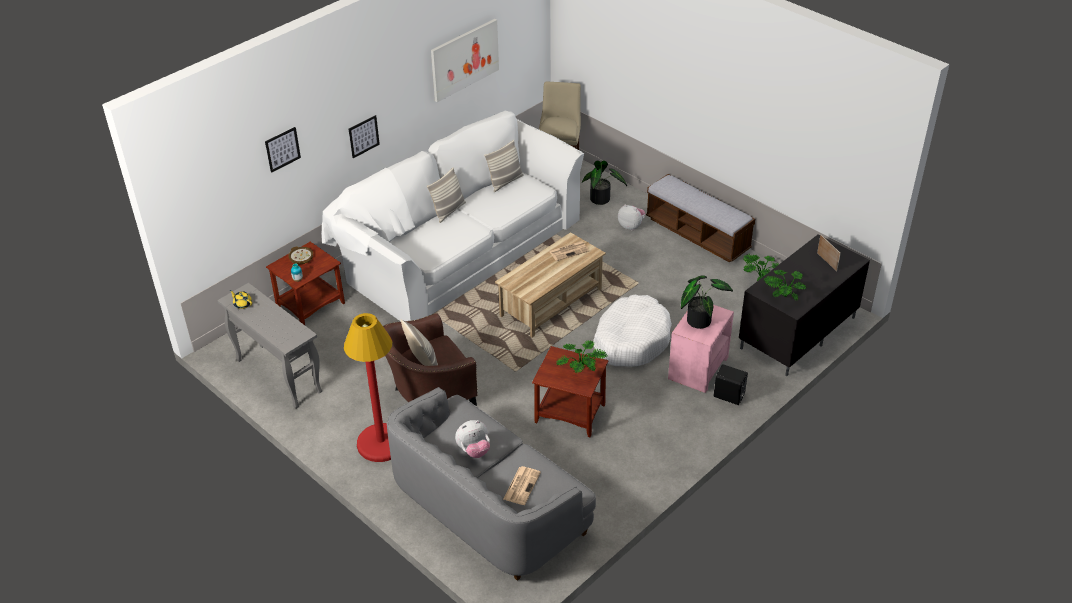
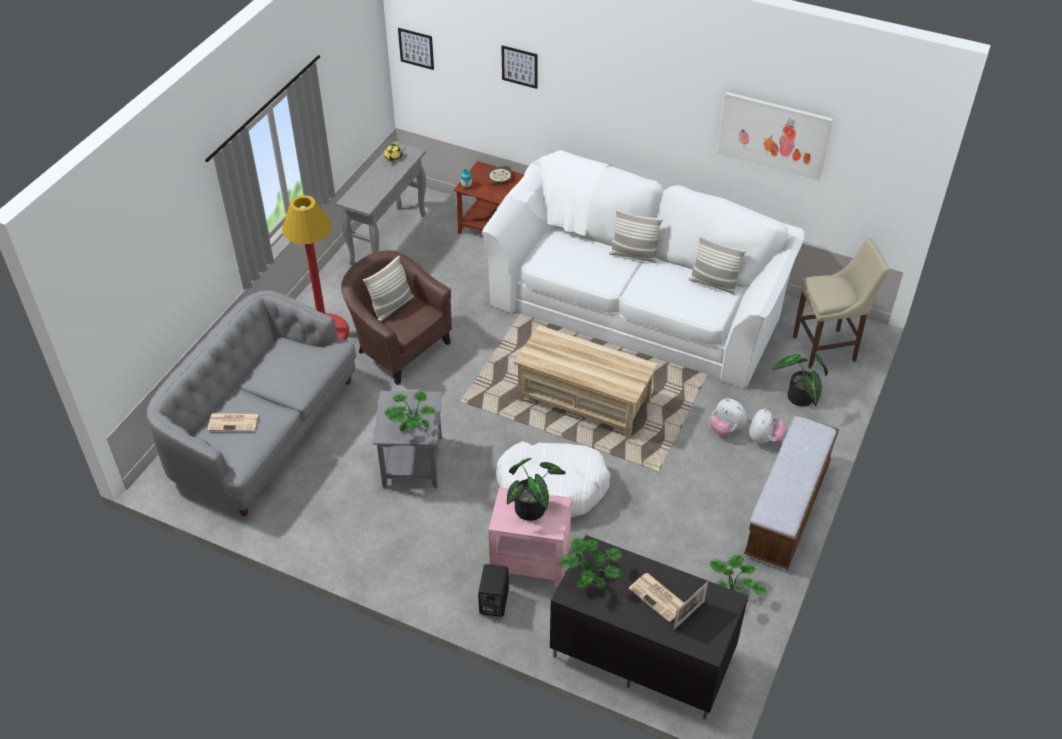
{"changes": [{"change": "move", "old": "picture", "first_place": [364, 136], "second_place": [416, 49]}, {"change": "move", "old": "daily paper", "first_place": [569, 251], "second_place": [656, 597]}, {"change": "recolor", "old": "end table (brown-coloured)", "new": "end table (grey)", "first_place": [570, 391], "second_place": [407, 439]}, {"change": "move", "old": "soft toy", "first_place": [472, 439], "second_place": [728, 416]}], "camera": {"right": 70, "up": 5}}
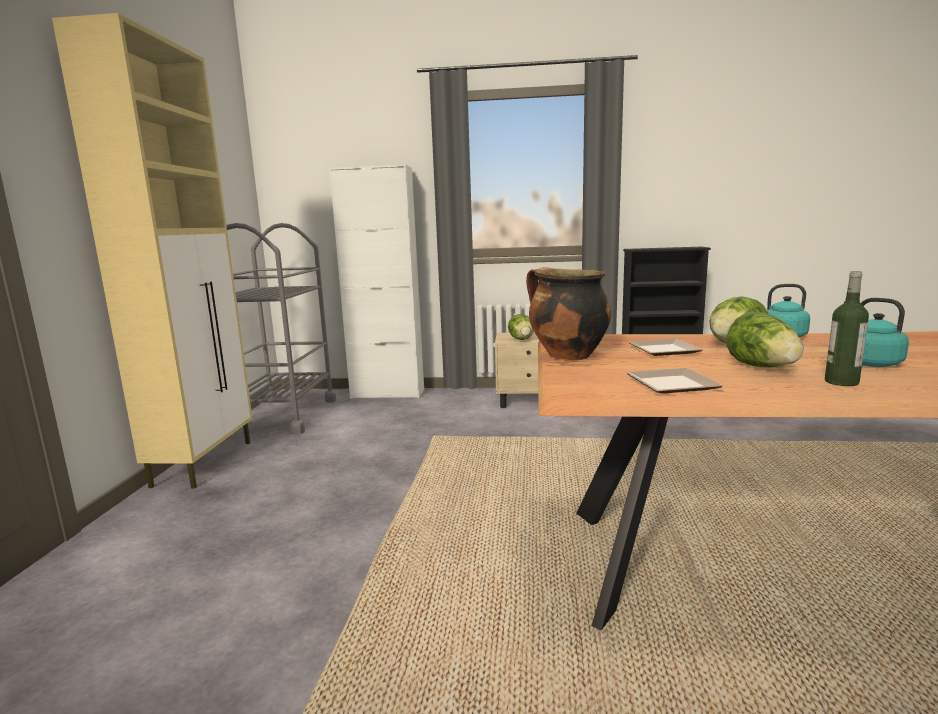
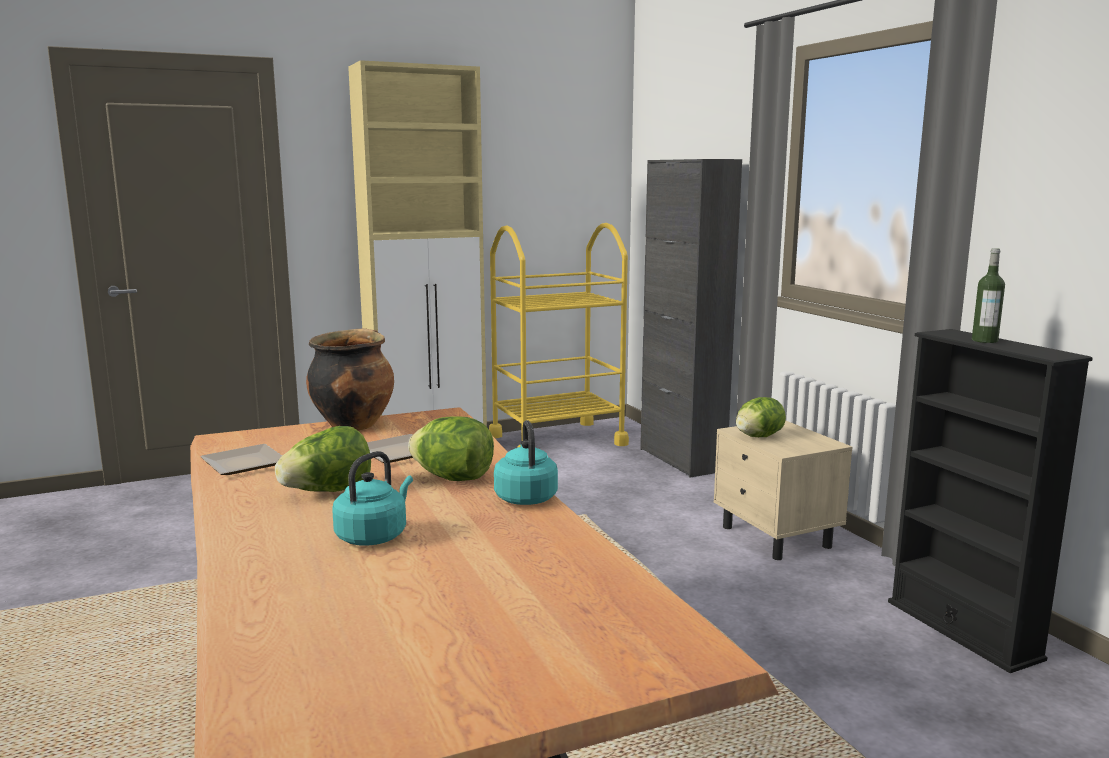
{"changes": [{"change": "recolor", "old": "cupboard (white)", "new": "cupboard (blackish)", "first_place": [376, 281], "second_place": [691, 318]}, {"change": "recolor", "old": "trolley (grey)", "new": "trolley (yellowish)", "first_place": [281, 329], "second_place": [559, 335]}, {"change": "move", "old": "bottle", "first_place": [847, 328], "second_place": [988, 295]}], "camera": {"right": 60, "up": 0}}
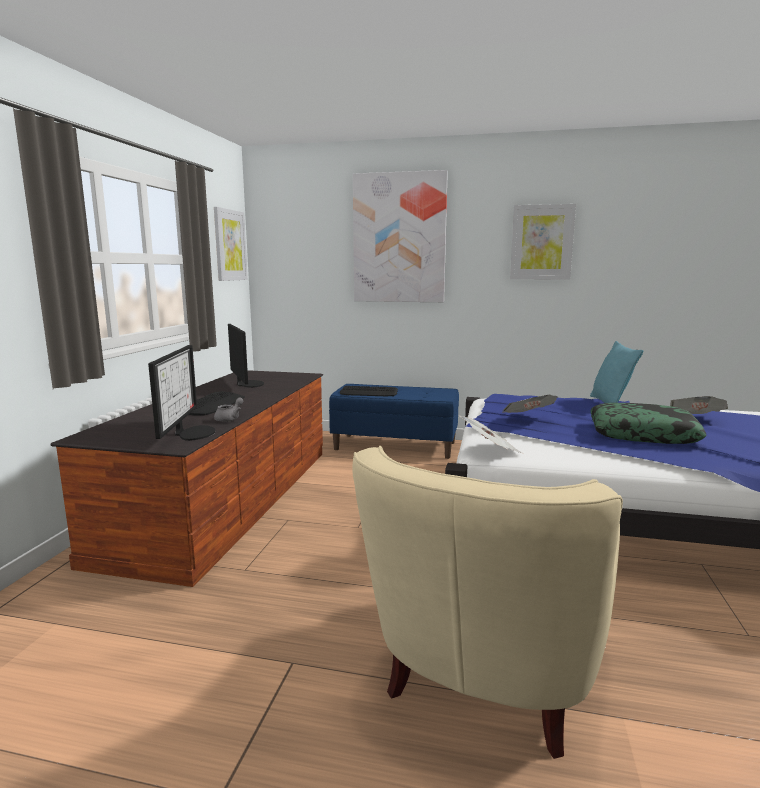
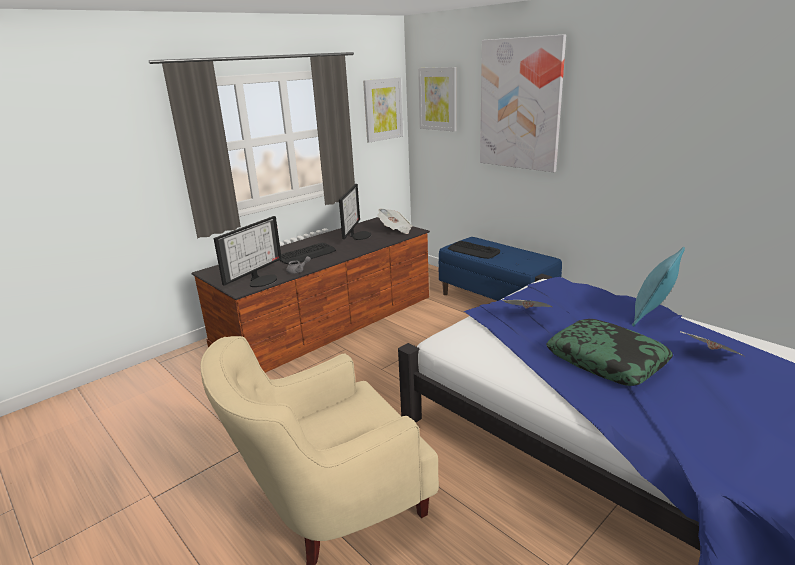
{"changes": [{"change": "move", "old": "picture", "first_place": [543, 242], "second_place": [437, 99]}, {"change": "move", "old": "daily paper", "first_place": [491, 434], "second_place": [394, 221]}], "camera": {"right": 35, "up": 10}}
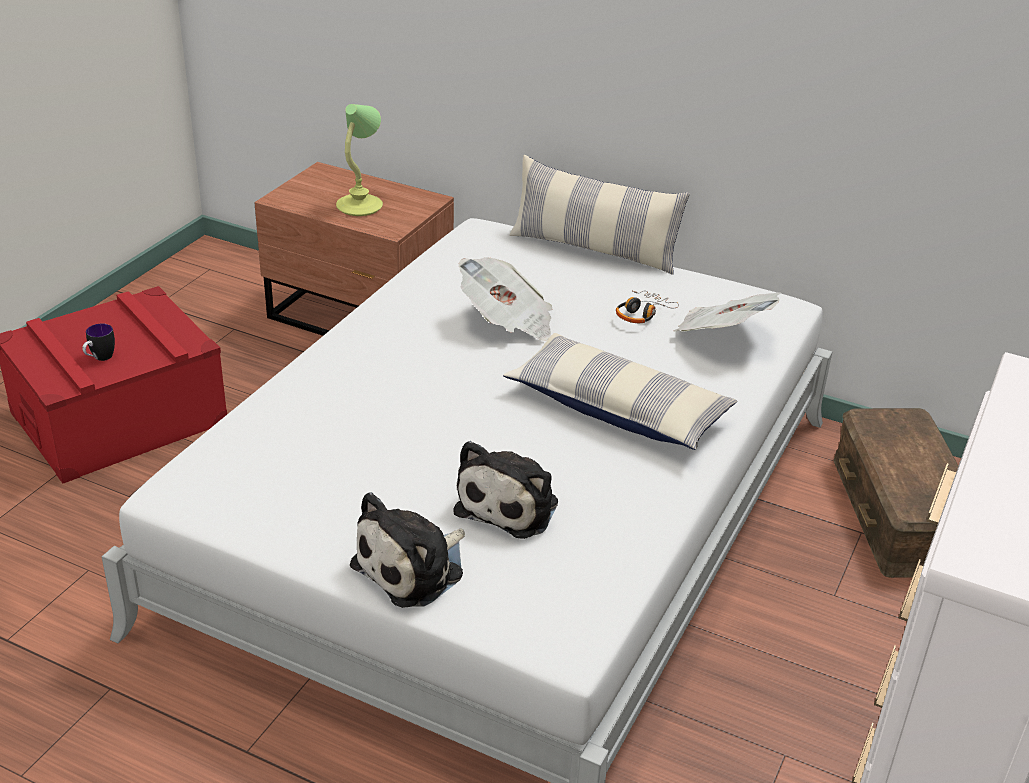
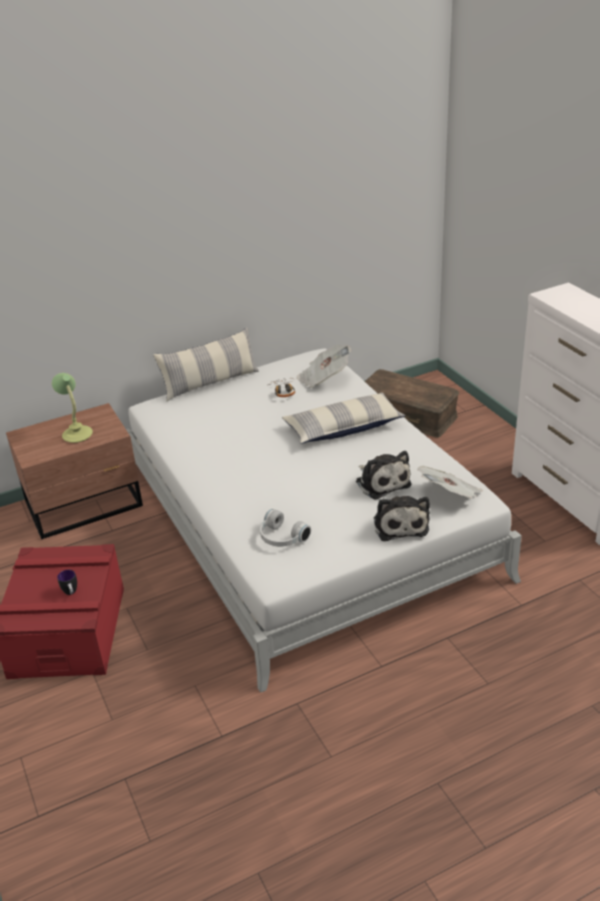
{"changes": [{"change": "move", "old": "daily paper", "first_place": [505, 299], "second_place": [450, 482]}, {"change": "insert", "new": "headphones (white)", "second_place": [285, 528]}], "camera": {"right": -50, "up": 0}}
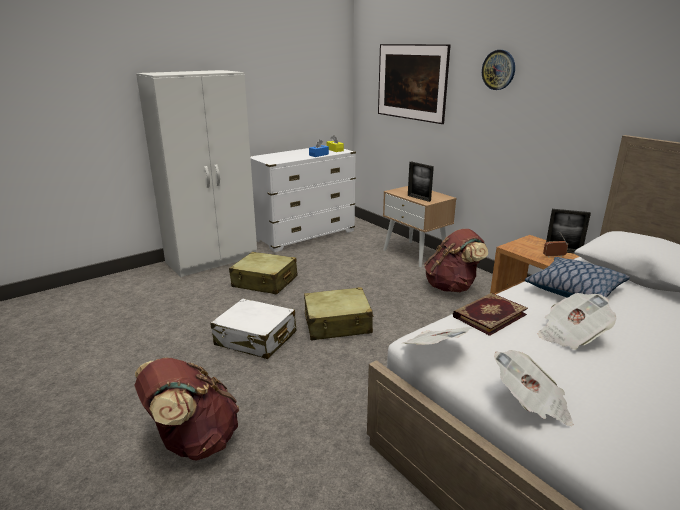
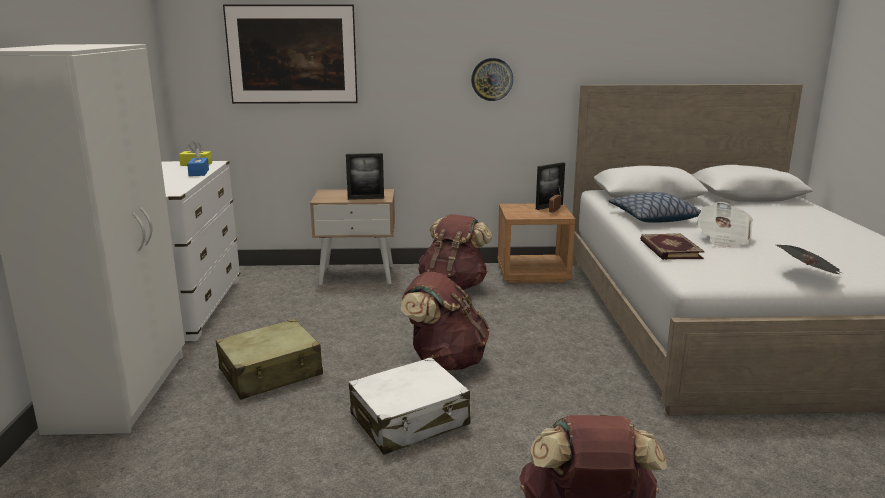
{"changes": [{"change": "move", "old": "clock on the wall", "first_place": [498, 70], "second_place": [492, 79]}, {"change": "replace", "old": "piece of luggage (sand-coloured)", "new": "rucksack (brown-coloured)", "first_place": [339, 313], "second_place": [445, 321]}, {"change": "delete", "old": "daily paper", "first_place": [438, 336]}], "camera": {"right": -55, "up": -5}}
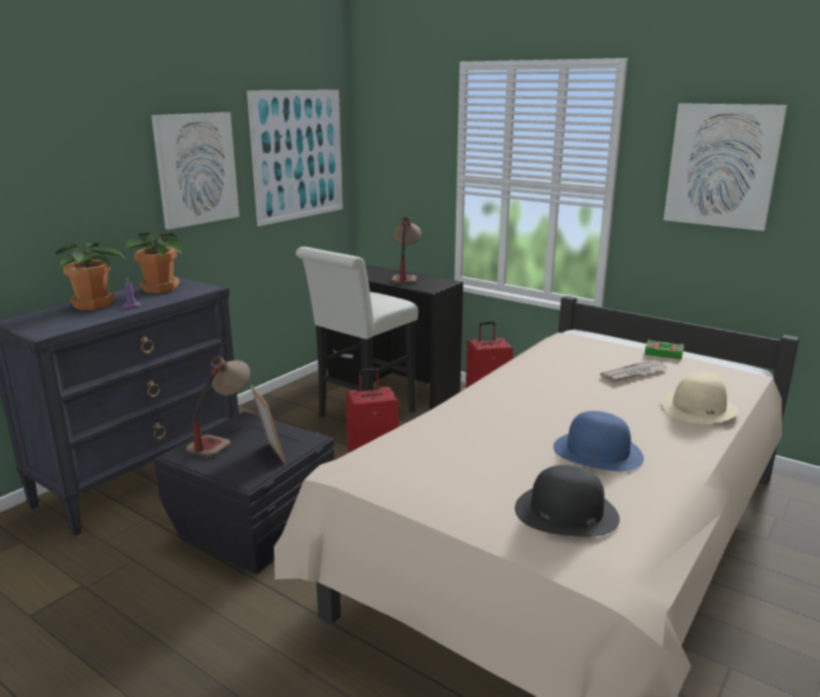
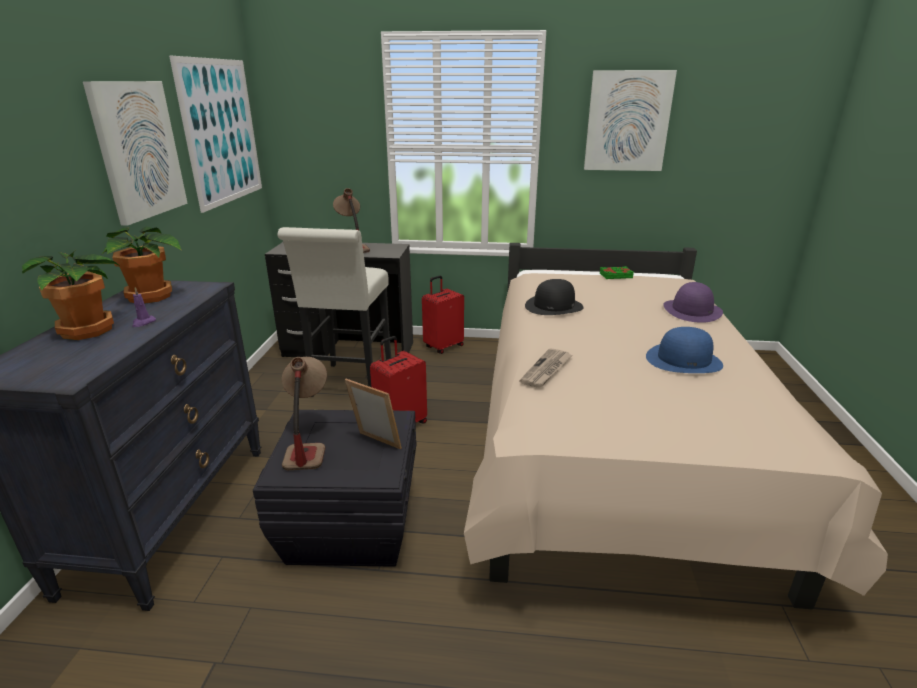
{"changes": [{"change": "move", "old": "daily paper", "first_place": [633, 371], "second_place": [546, 368]}, {"change": "recolor", "old": "wearable hat (sand-coloured)", "new": "wearable hat (purplish)", "first_place": [700, 398], "second_place": [693, 302]}, {"change": "move", "old": "wearable hat (blackish)", "first_place": [567, 501], "second_place": [554, 297]}], "camera": {"right": -30, "up": 5}}
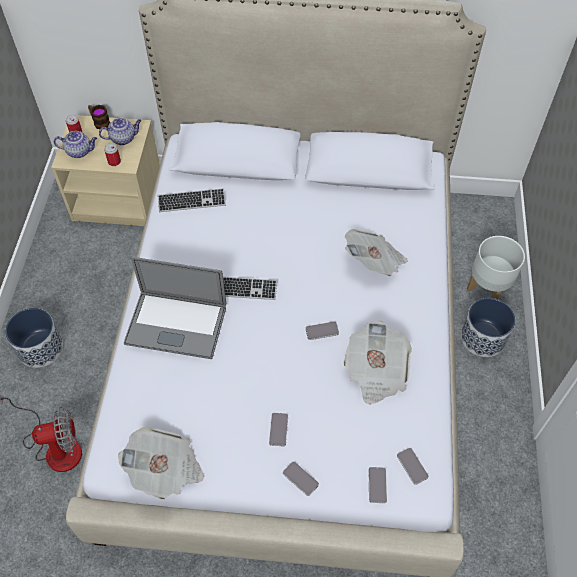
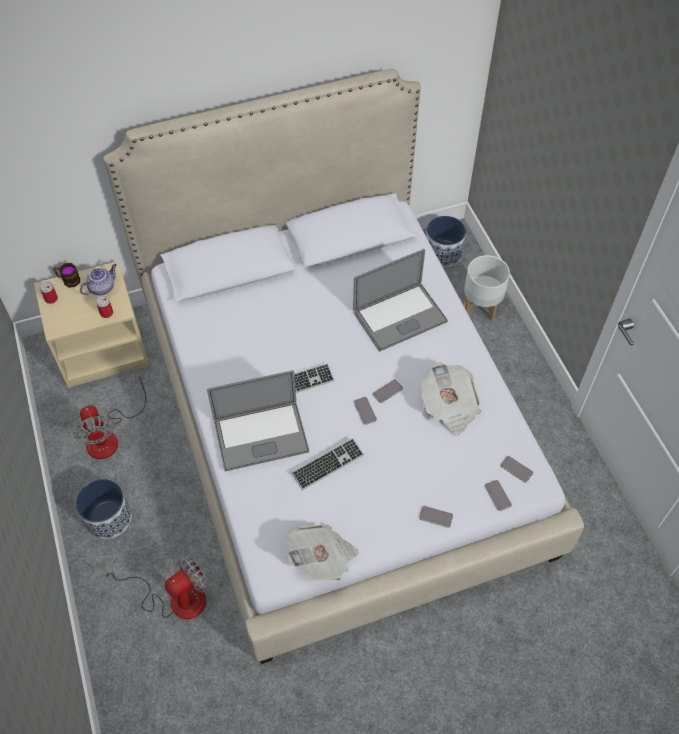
{"changes": [{"change": "delete", "old": "pot for tea", "first_place": [75, 144]}, {"change": "move", "old": "PC keyboard", "first_place": [192, 200], "second_place": [327, 464]}, {"change": "replace", "old": "daily paper", "new": "notebook computer", "first_place": [376, 252], "second_place": [400, 300]}, {"change": "move", "old": "plant pot", "first_place": [488, 327], "second_place": [446, 242]}, {"change": "move", "old": "telephone", "first_place": [278, 429], "second_place": [365, 411]}, {"change": "insert", "new": "electric fan", "second_place": [109, 415]}], "camera": {"right": -25, "up": 0}}
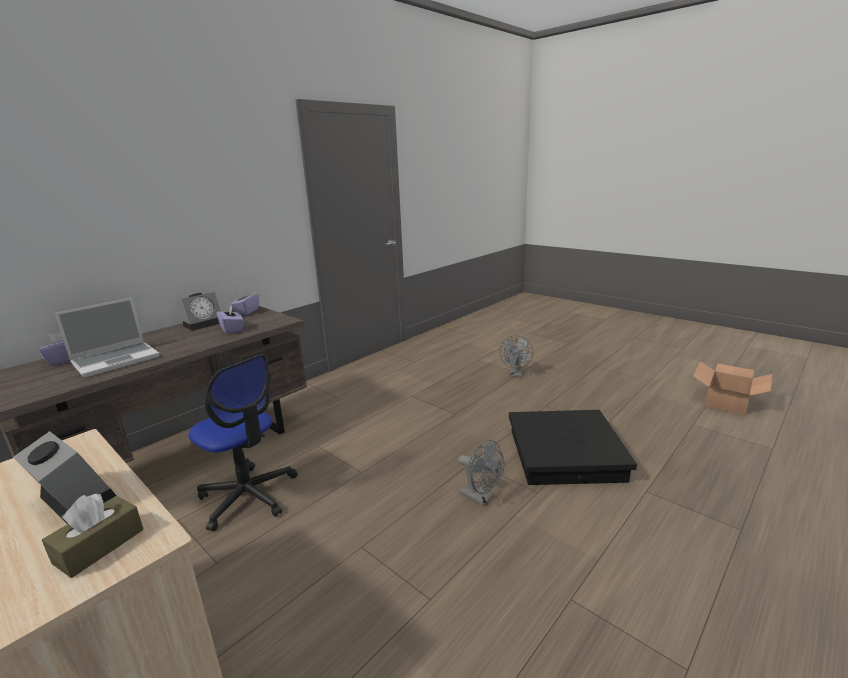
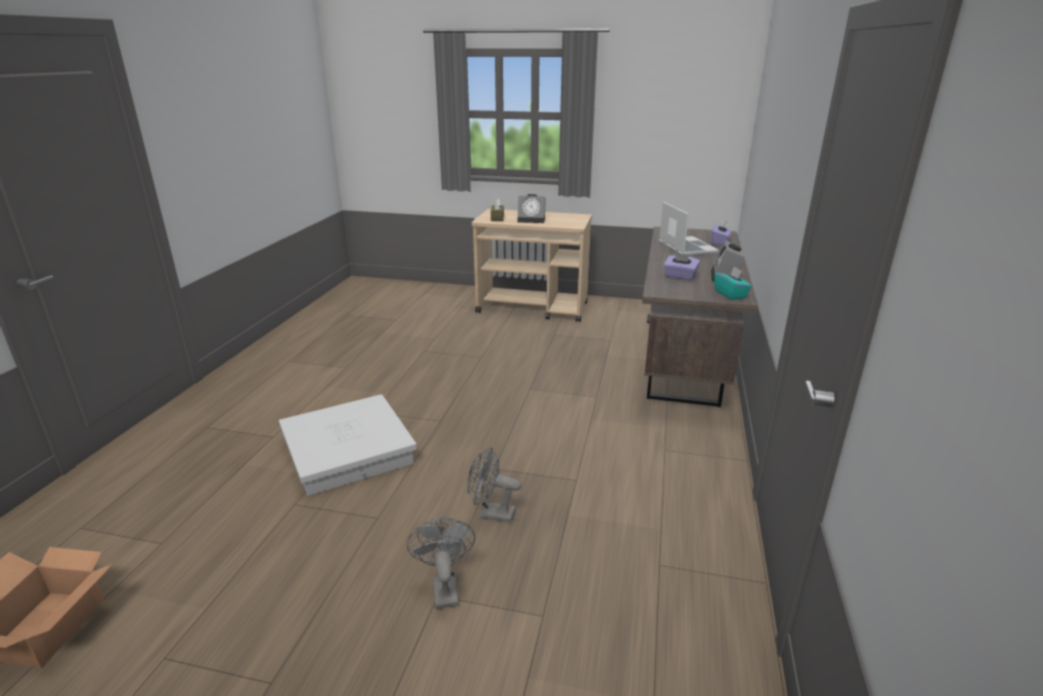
{"changes": [{"change": "recolor", "old": "box of tissues (purplish)", "new": "box of tissues (turquoise-coloured)", "first_place": [244, 302], "second_place": [733, 283]}, {"change": "rotate", "old": "notebook computer", "first_place": [107, 337], "second_place": [689, 229], "degrees": 150}, {"change": "delete", "old": "office chair", "first_place": [243, 442]}, {"change": "recolor", "old": "storage container (blackish)", "new": "storage container (white)", "first_place": [573, 447], "second_place": [348, 445]}, {"change": "move", "old": "electric fan (grey)", "first_place": [481, 473], "second_place": [494, 484]}], "camera": {"right": 150, "up": 5}}
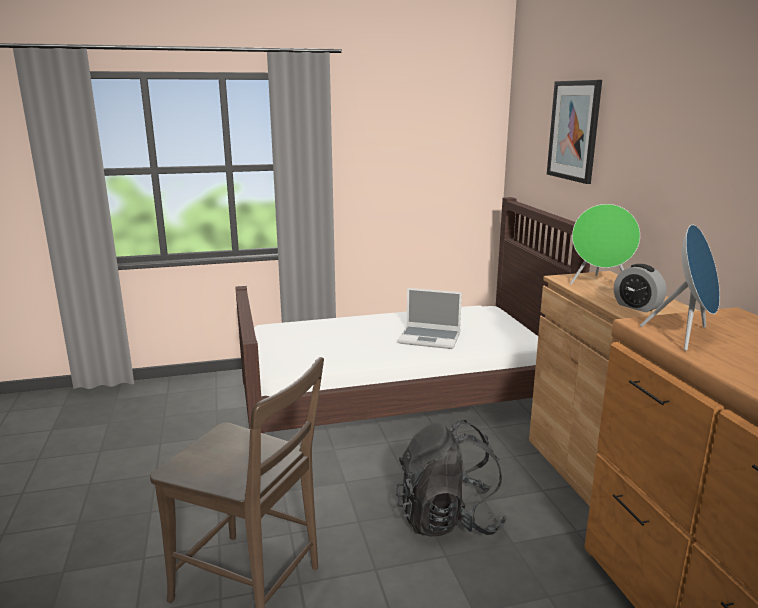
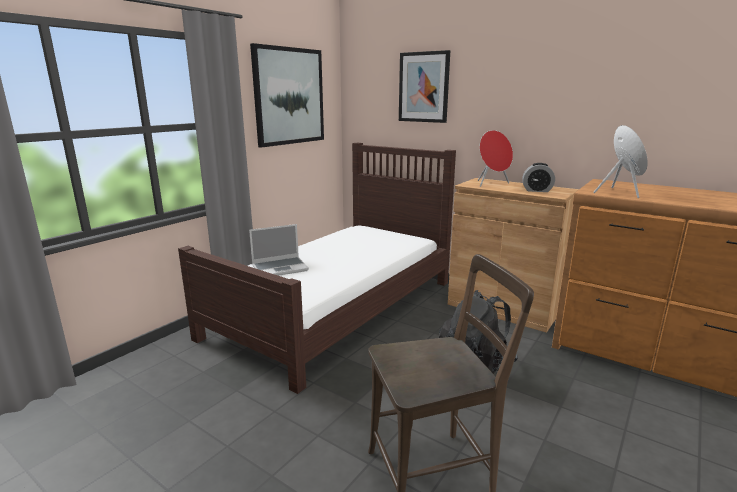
{"changes": [{"change": "recolor", "old": "speaker (greenish)", "new": "speaker (reddish)", "first_place": [605, 244], "second_place": [495, 158]}, {"change": "move", "old": "notebook computer", "first_place": [429, 318], "second_place": [279, 250]}, {"change": "insert", "new": "picture", "second_place": [287, 95]}], "camera": {"right": -40, "up": 0}}
